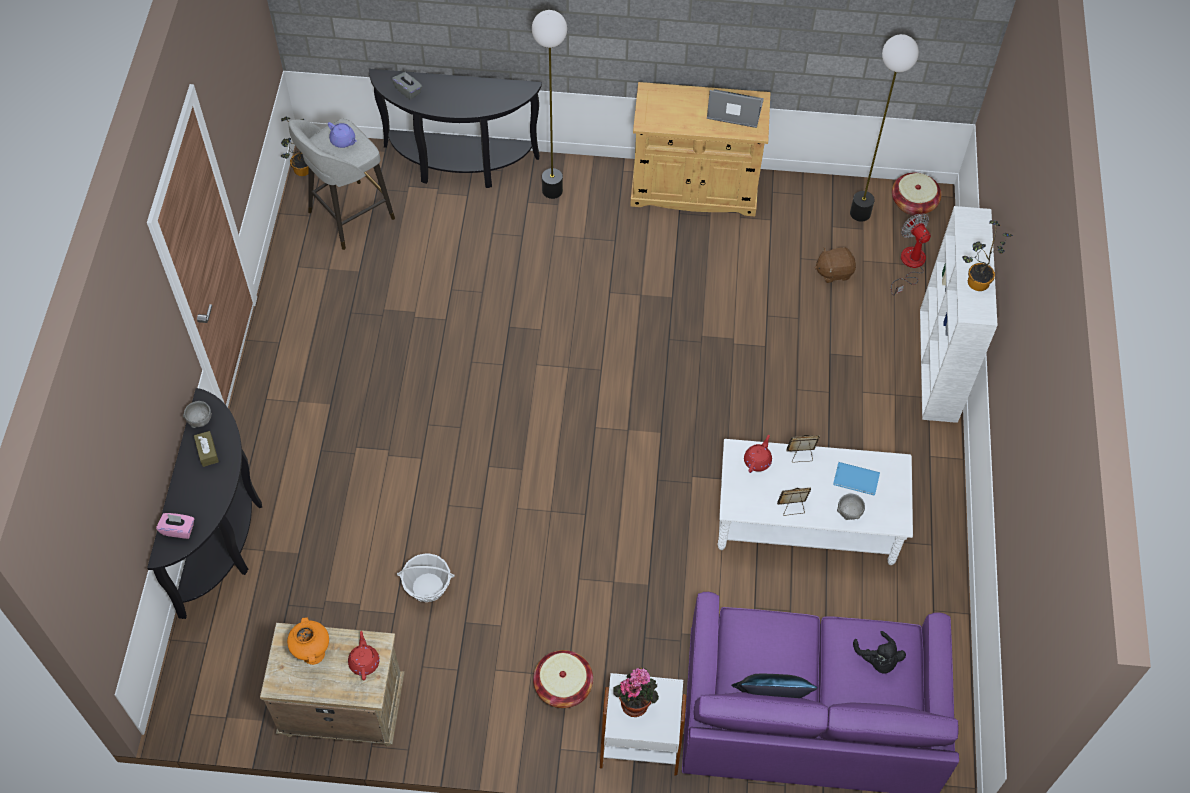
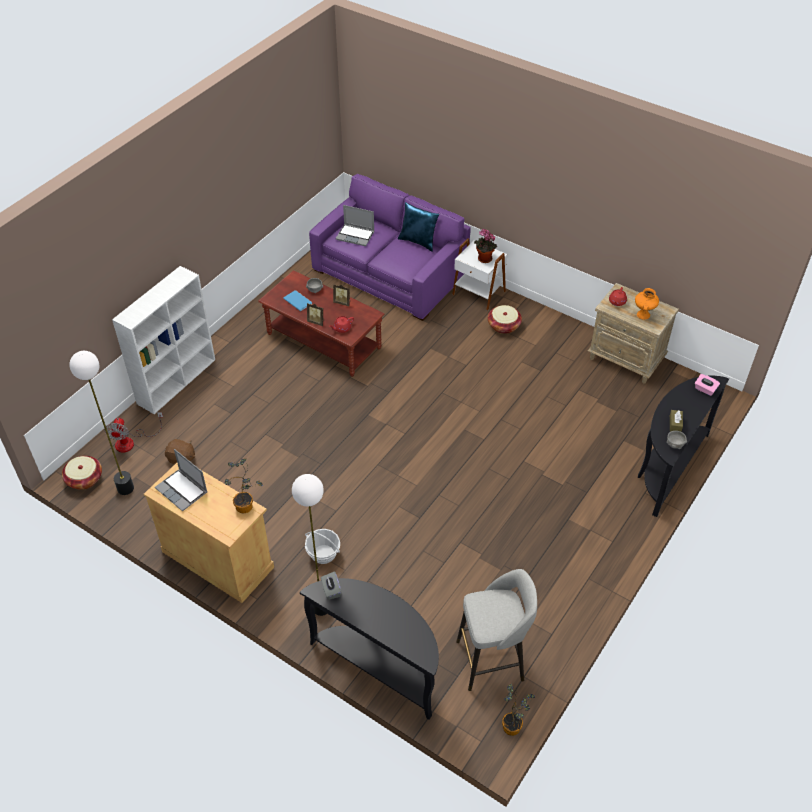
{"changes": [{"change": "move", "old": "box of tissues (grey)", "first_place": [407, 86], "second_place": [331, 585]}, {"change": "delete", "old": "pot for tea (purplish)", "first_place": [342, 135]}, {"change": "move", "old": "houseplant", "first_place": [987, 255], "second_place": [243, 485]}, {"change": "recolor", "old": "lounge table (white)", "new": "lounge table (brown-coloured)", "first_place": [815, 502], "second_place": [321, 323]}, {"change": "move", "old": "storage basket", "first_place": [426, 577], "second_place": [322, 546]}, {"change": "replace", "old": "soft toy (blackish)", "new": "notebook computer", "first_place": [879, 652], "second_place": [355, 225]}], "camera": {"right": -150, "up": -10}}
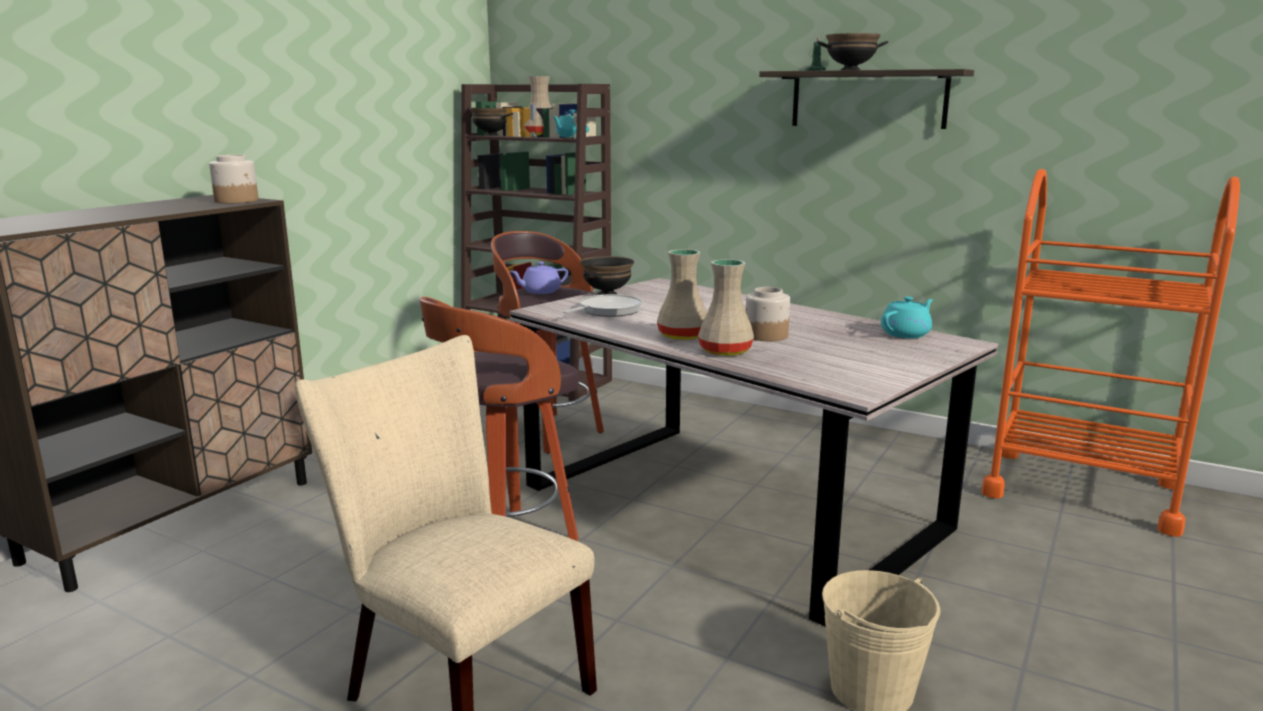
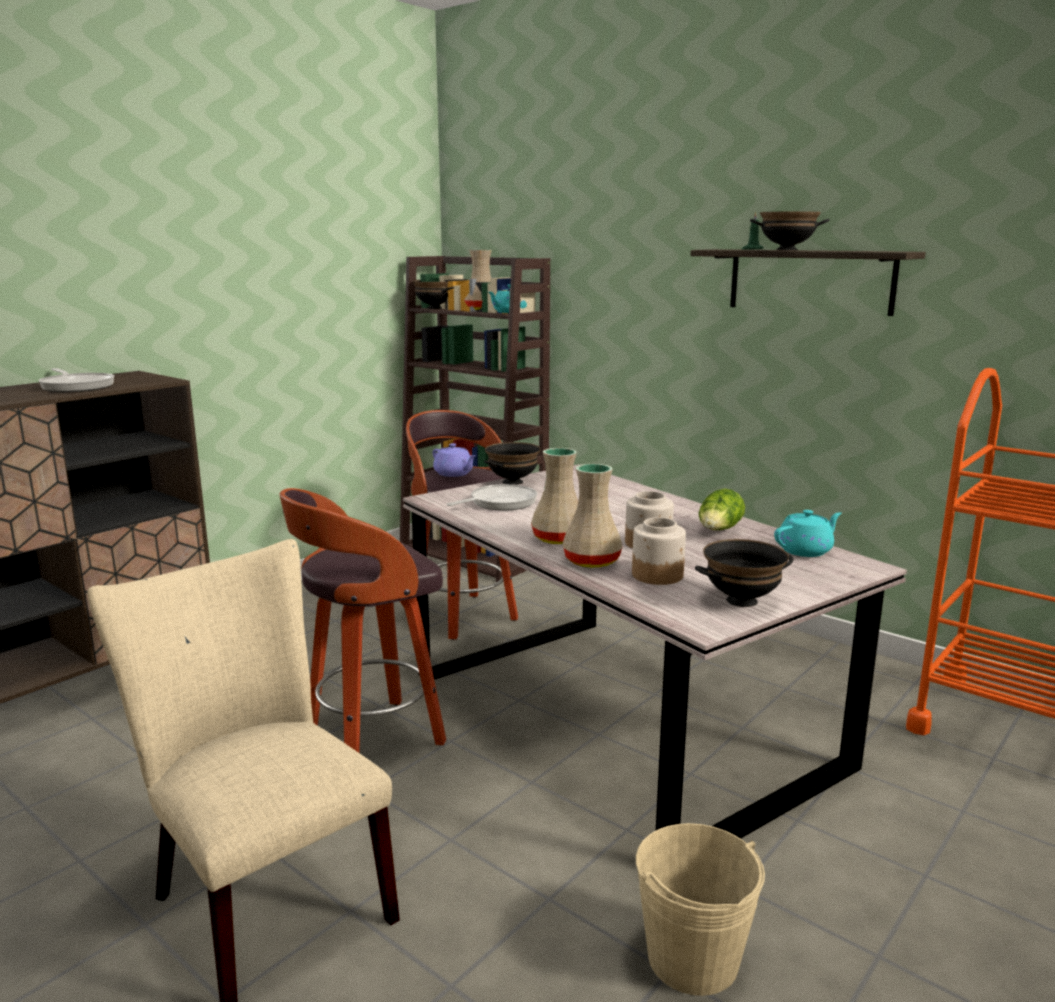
{"changes": [{"change": "move", "old": "jar", "first_place": [233, 179], "second_place": [659, 551]}, {"change": "rotate", "old": "pot for tea (purplish)", "first_place": [539, 278], "second_place": [454, 460], "degrees": -120}, {"change": "insert", "new": "pan", "second_place": [76, 380]}, {"change": "insert", "new": "lettuce", "second_place": [721, 509]}, {"change": "insert", "new": "serving bowl (blackish)", "second_place": [744, 573]}], "camera": {"right": 10, "up": 0}}
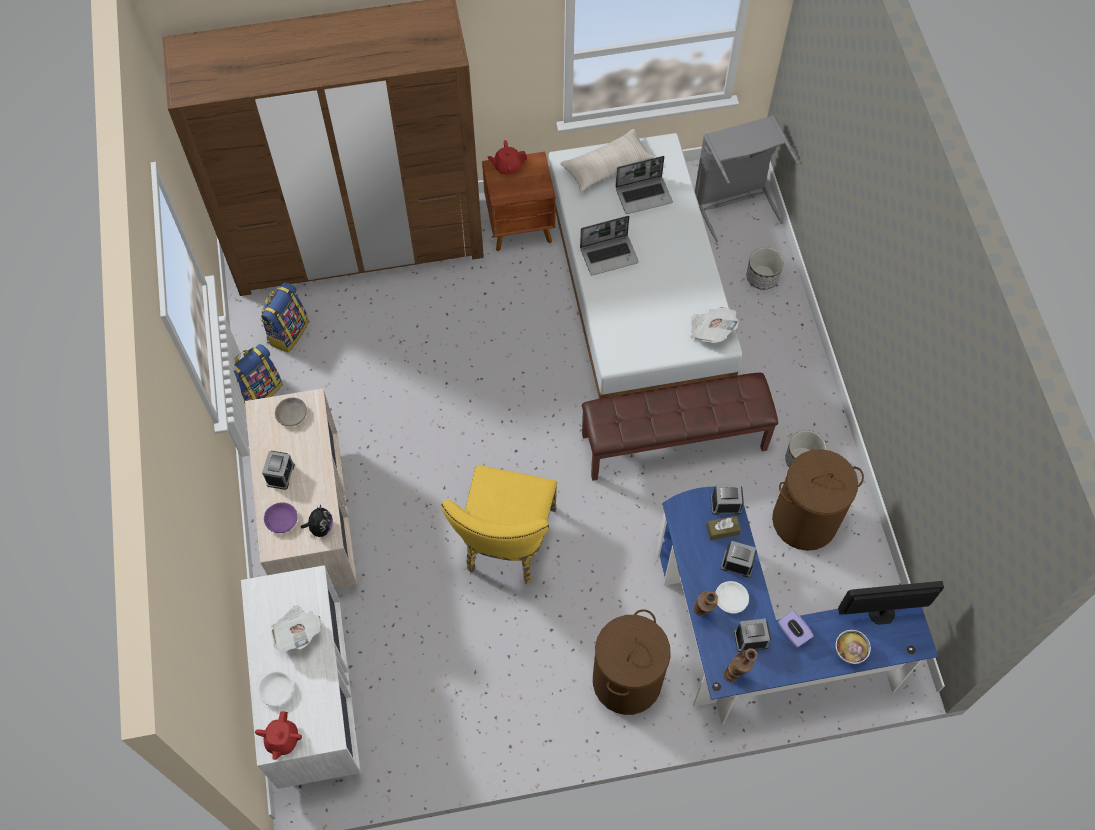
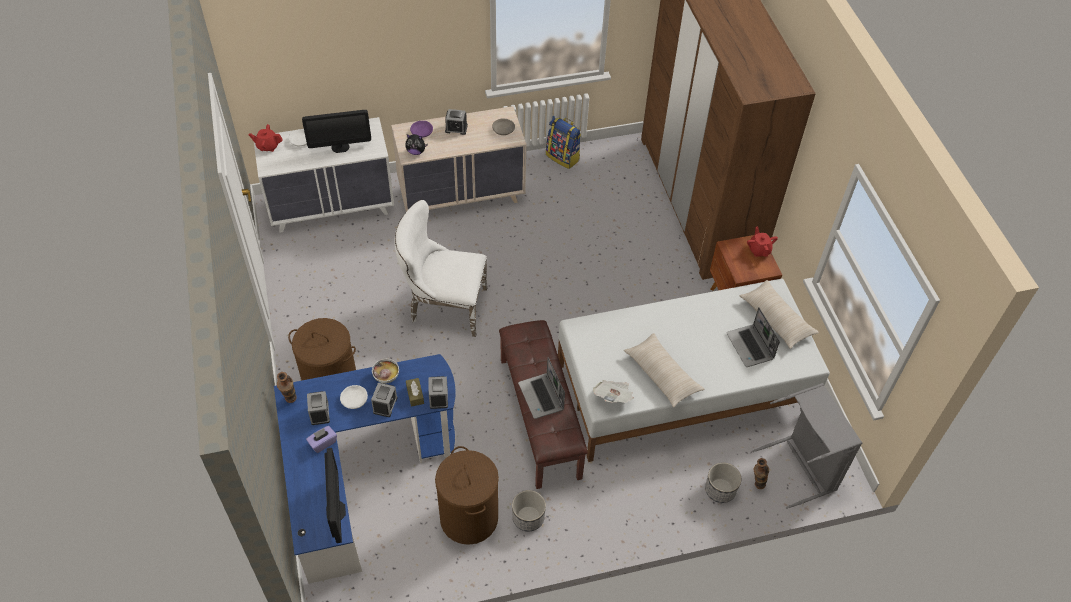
{"changes": [{"change": "move", "old": "notebook computer", "first_place": [609, 245], "second_place": [541, 388]}, {"change": "delete", "old": "rucksack", "first_place": [285, 317]}, {"change": "recolor", "old": "upright chair (yellowish)", "new": "upright chair (white)", "first_place": [499, 524], "second_place": [440, 268]}, {"change": "move", "old": "decorative vase", "first_place": [706, 603], "second_place": [761, 473]}, {"change": "replace", "old": "daily paper", "new": "monitor", "first_place": [296, 628], "second_place": [336, 131]}, {"change": "move", "old": "serving bowl", "first_place": [853, 647], "second_place": [385, 371]}, {"change": "insert", "new": "cushion (sand-coloured)", "second_place": [664, 370]}], "camera": {"right": 85, "up": -10}}
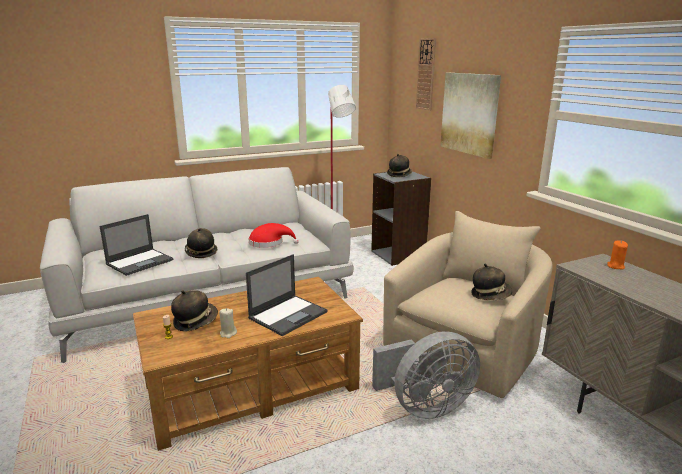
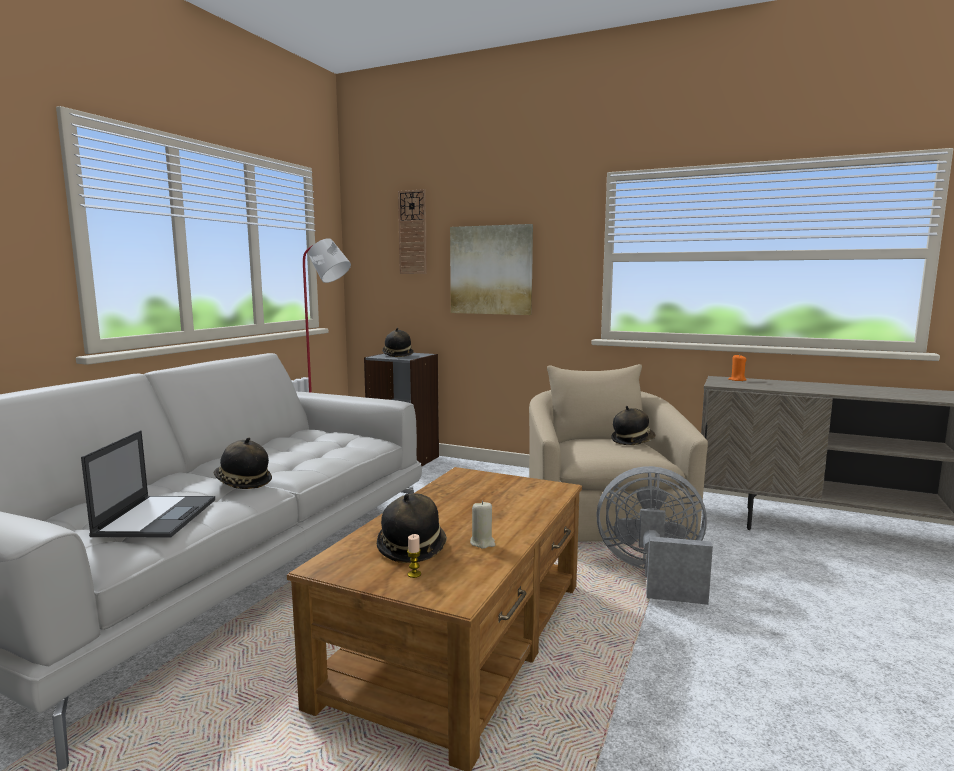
{"changes": [{"change": "delete", "old": "wearable hat (reddish)", "first_place": [274, 235]}, {"change": "delete", "old": "notebook computer", "first_place": [287, 295]}, {"change": "rotate", "old": "electric fan (grey)", "first_place": [426, 375], "second_place": [654, 535], "degrees": -105}], "camera": {"right": -40, "up": -10}}
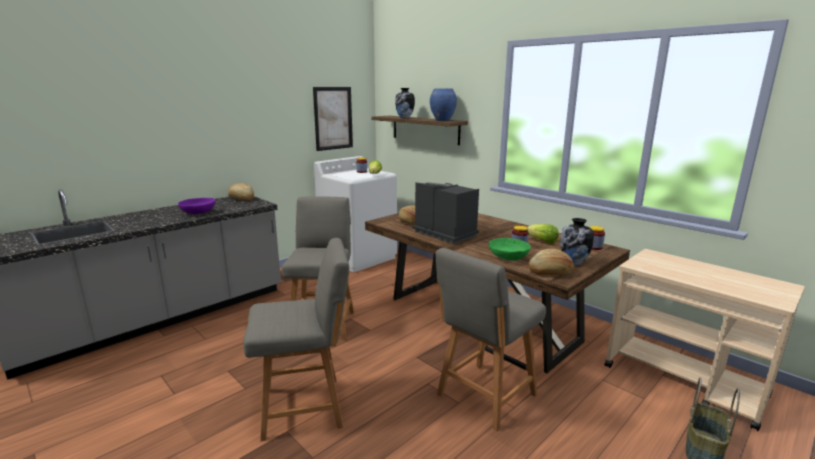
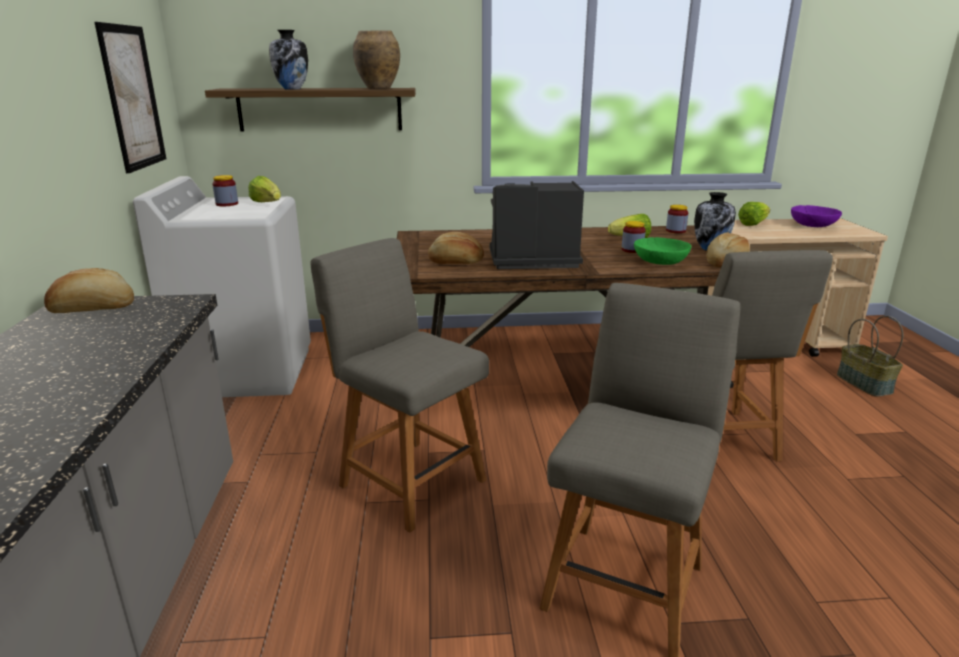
{"changes": [{"change": "recolor", "old": "decorative vase (blue)", "new": "decorative vase (brown-coloured)", "first_place": [443, 104], "second_place": [376, 59]}, {"change": "move", "old": "serving bowl (purplish)", "first_place": [196, 206], "second_place": [816, 216]}, {"change": "insert", "new": "lettuce", "second_place": [754, 214]}], "camera": {"right": -50, "up": 5}}
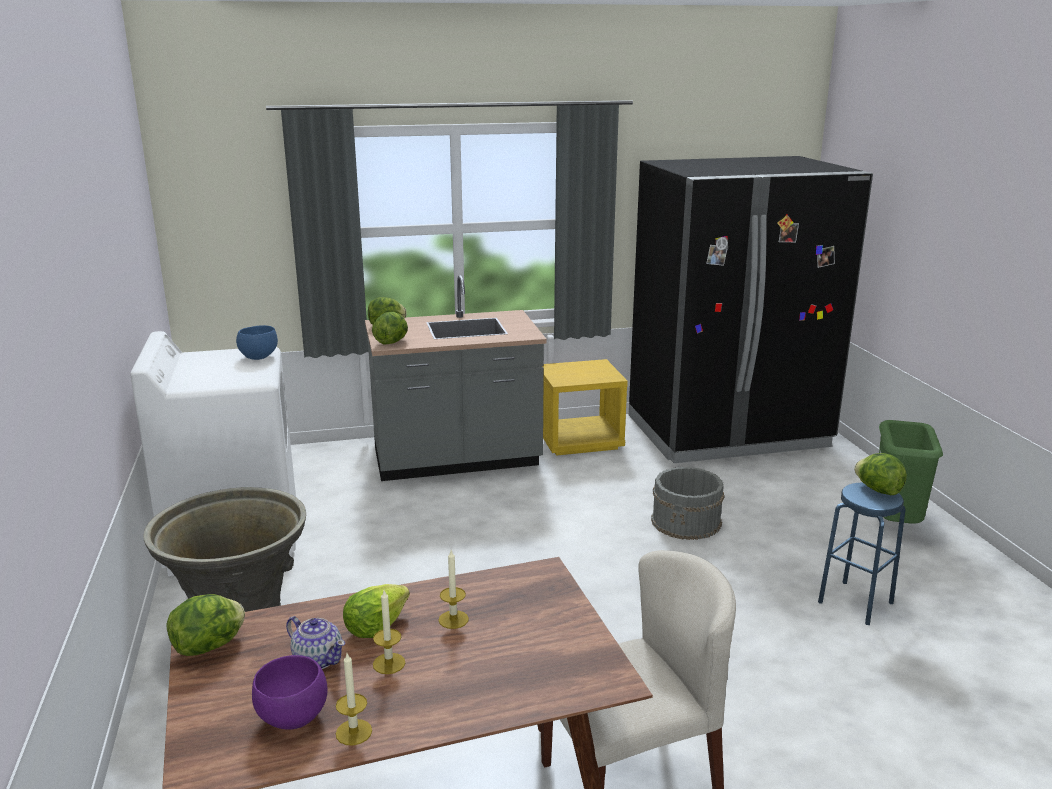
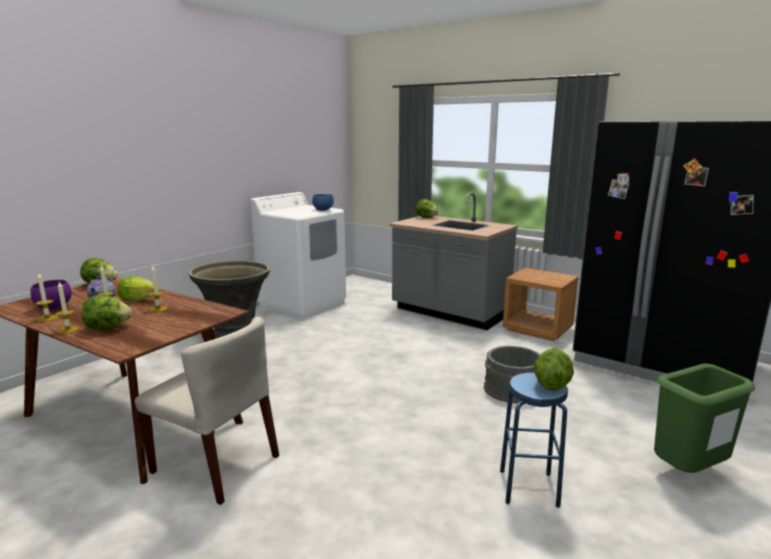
{"changes": [{"change": "move", "old": "lettuce", "first_place": [390, 328], "second_place": [106, 312]}, {"change": "recolor", "old": "bedside table (yellowish)", "new": "bedside table (brown-coloured)", "first_place": [585, 407], "second_place": [540, 304]}, {"change": "insert", "new": "wax candle", "second_place": [67, 308]}], "camera": {"right": 50, "up": -5}}
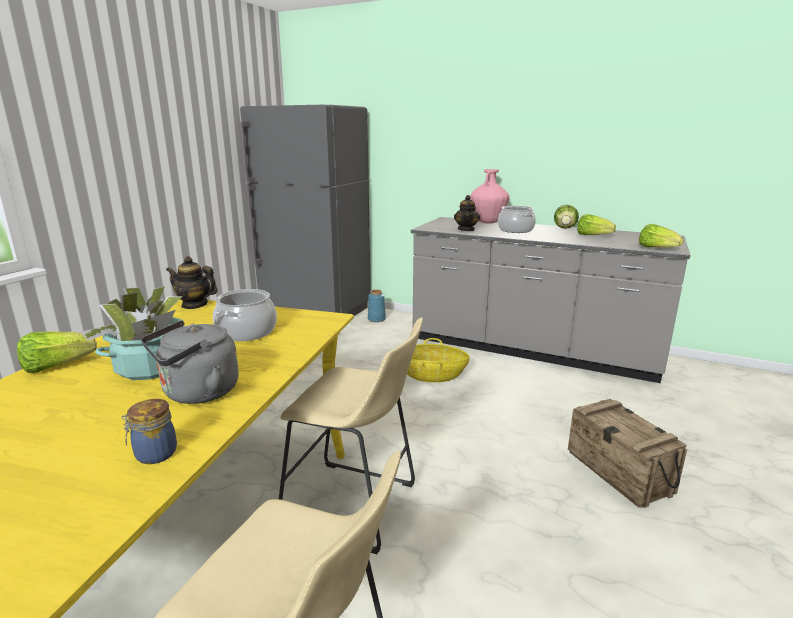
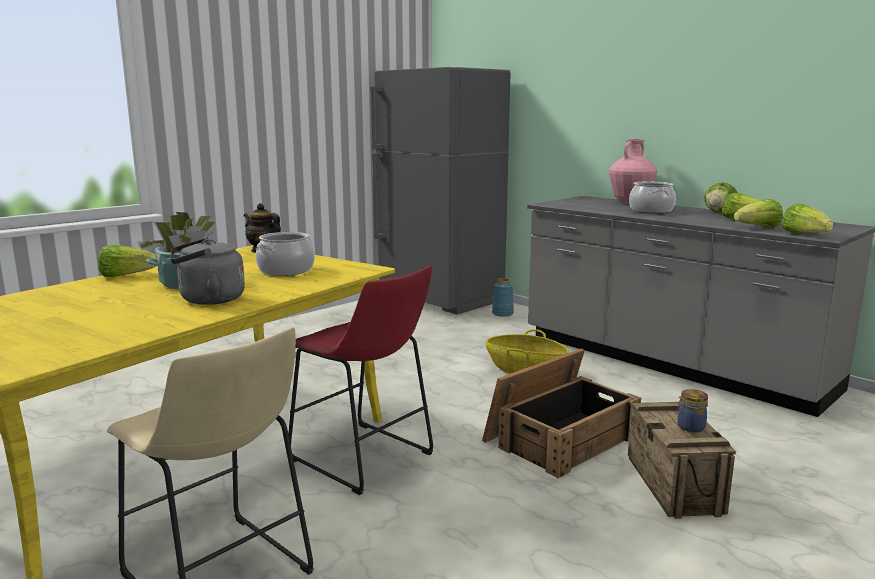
{"changes": [{"change": "delete", "old": "pot for tea", "first_place": [467, 213]}, {"change": "recolor", "old": "sitting stool (sand-coloured)", "new": "sitting stool (reddish)", "first_place": [351, 435], "second_place": [360, 380]}, {"change": "move", "old": "jar", "first_place": [149, 431], "second_place": [692, 410]}, {"change": "insert", "new": "lettuce", "second_place": [758, 213]}, {"change": "insert", "new": "packing crate", "second_place": [561, 413]}], "camera": {"right": 20, "up": -5}}
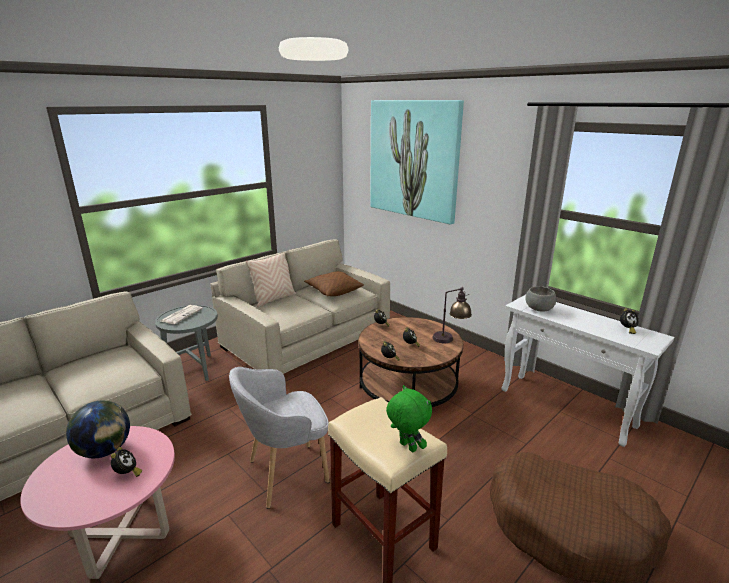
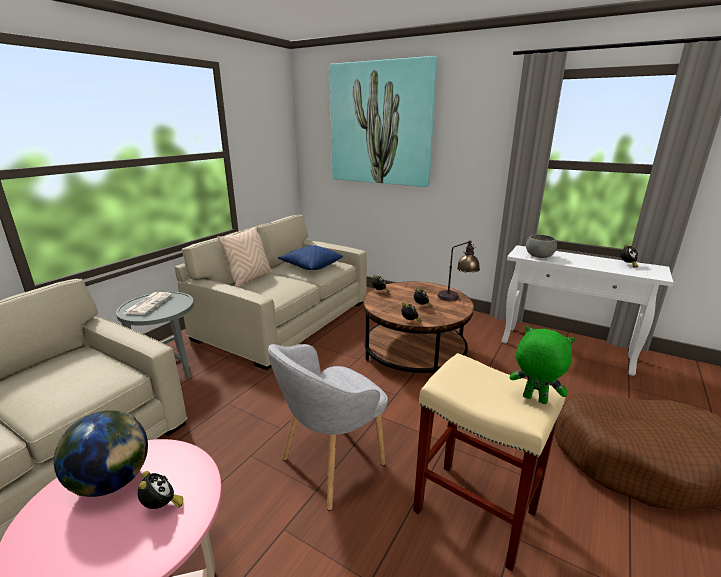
{"changes": [{"change": "recolor", "old": "cushion (brown-coloured)", "new": "cushion (blue)", "first_place": [334, 283], "second_place": [310, 257]}], "camera": {"right": -15, "up": 0}}
